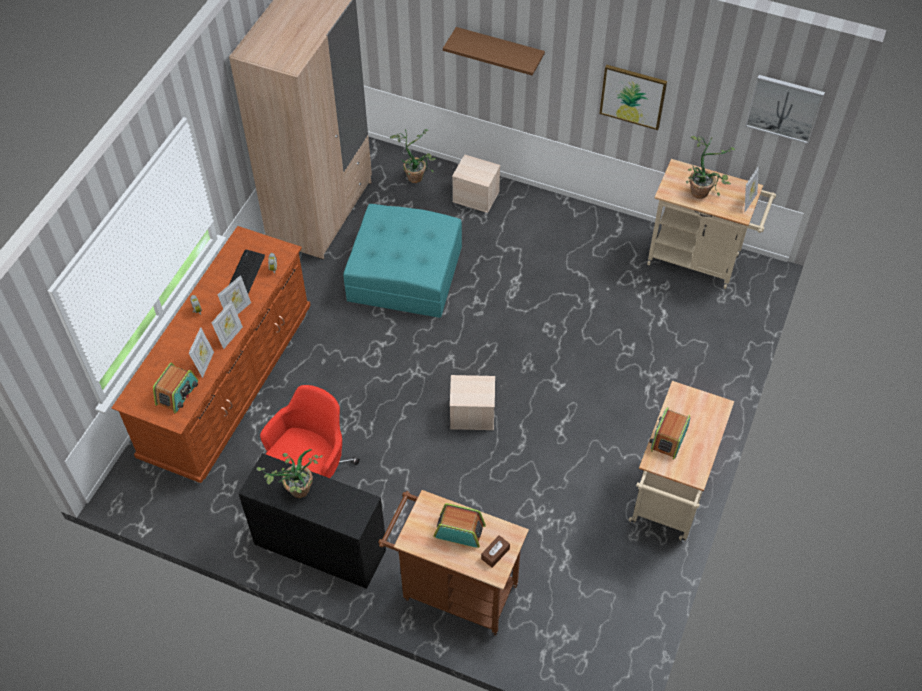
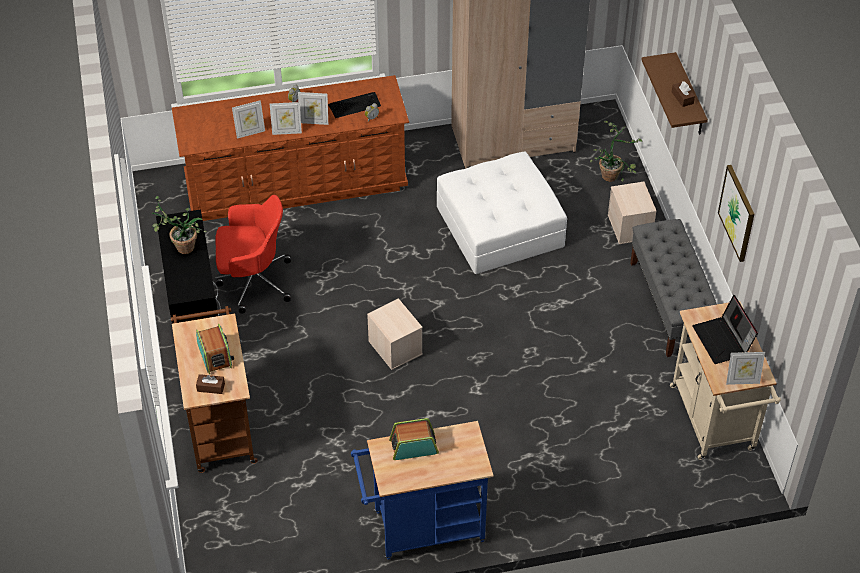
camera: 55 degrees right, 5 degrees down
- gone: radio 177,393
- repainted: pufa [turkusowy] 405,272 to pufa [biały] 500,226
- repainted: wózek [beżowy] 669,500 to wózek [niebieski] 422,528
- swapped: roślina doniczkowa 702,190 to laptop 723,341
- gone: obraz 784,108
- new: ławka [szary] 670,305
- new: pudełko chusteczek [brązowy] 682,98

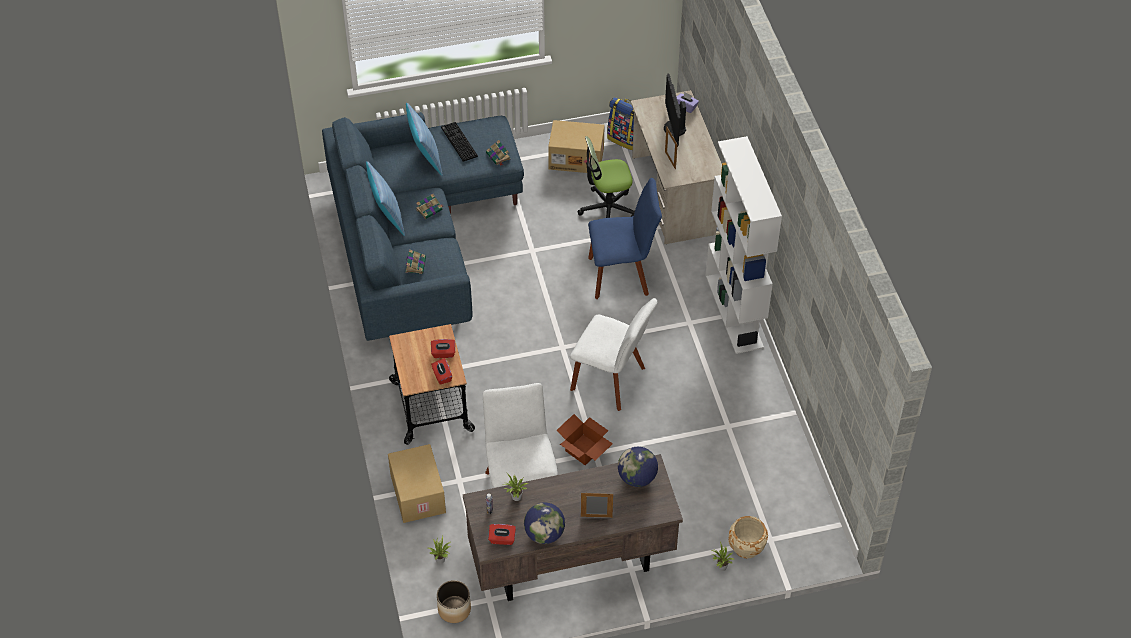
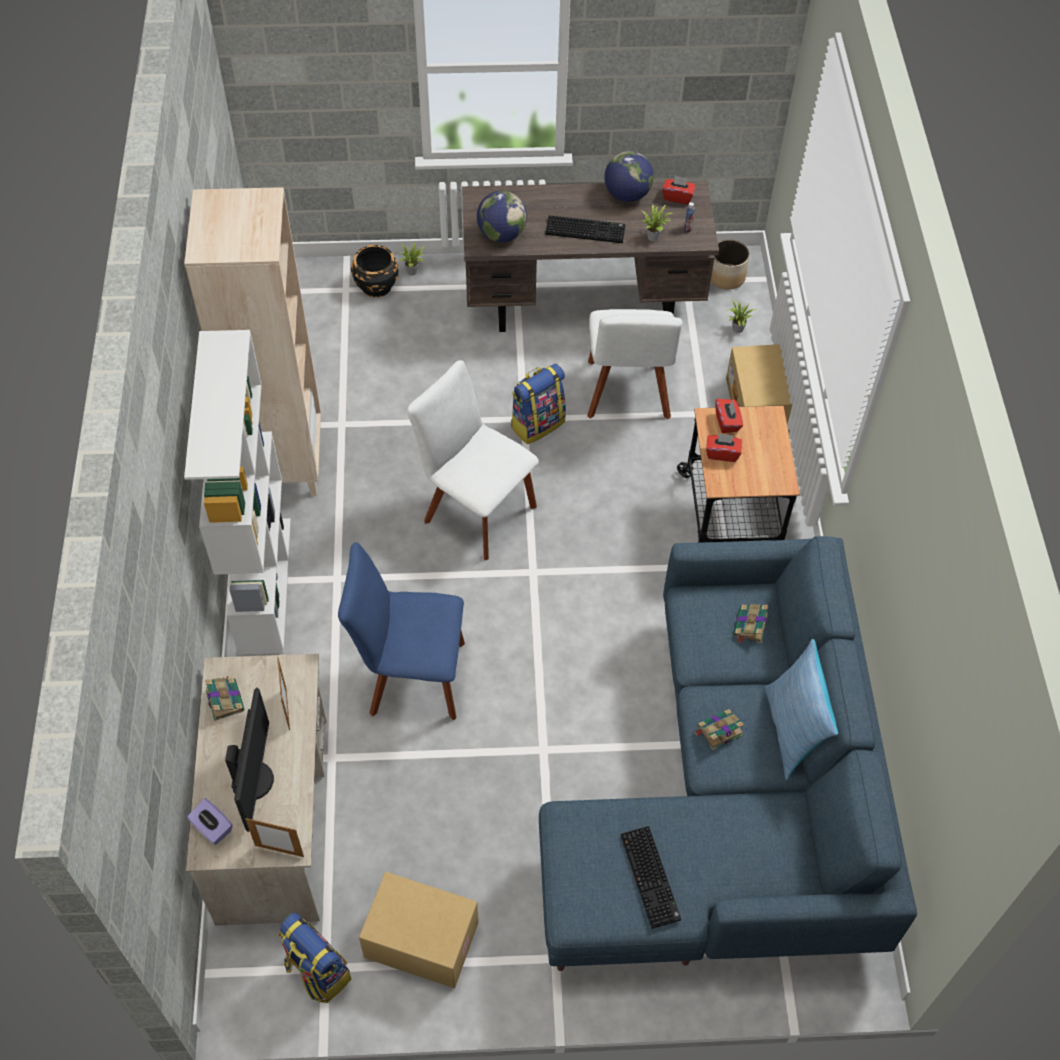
camera: 170 degrees left, 5 degrees up
- gone: poduszka 425,158
- shifted: książka 498,156 to 224,699
- swapped: karton 584,450 to plecak 537,423
- gone: krzesło biurowe 607,209
- shifted: ramka na zdjęcie 596,517 to 279,851
- repainted: donica [beżowy] 746,547 to donica [czarny] 376,286
- new: regał [beżowy] 283,463
- new: klawiatura 586,229

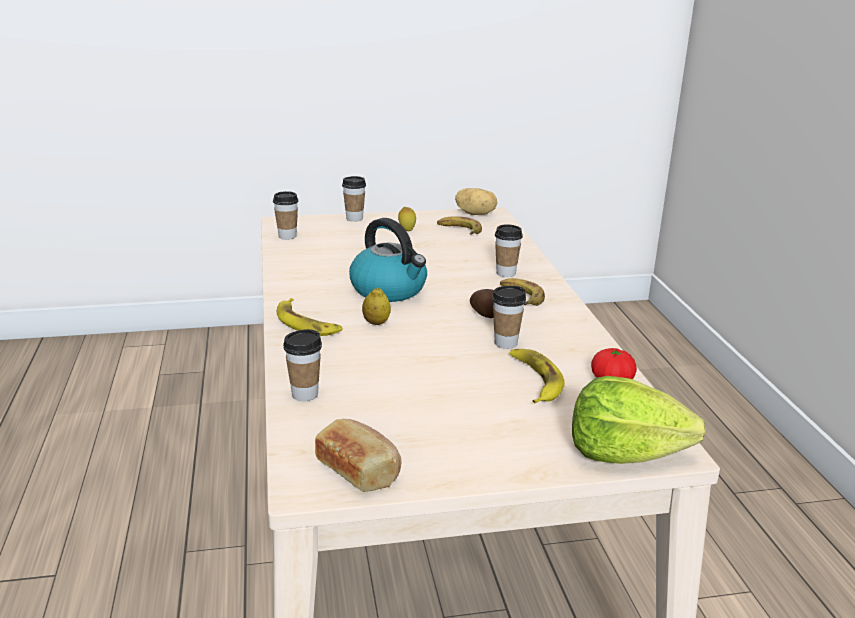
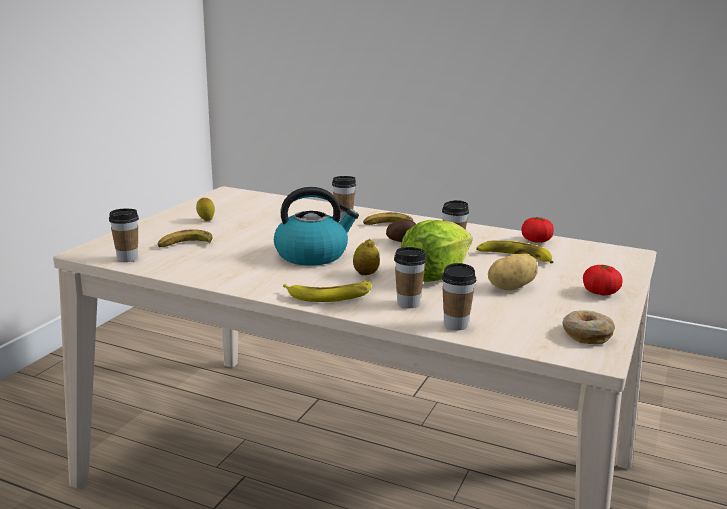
camera: 55 degrees left, 5 degrees down
- swapped: chleb 359,470 to donut 586,334
- shifted: filiżanka 354,218 to 408,303
- shifted: banan 459,230 to 185,245
- shifted: ziemniak 476,214 to 510,287
- shifted: sałata 624,453 to 435,274
- new: pomidor 600,292

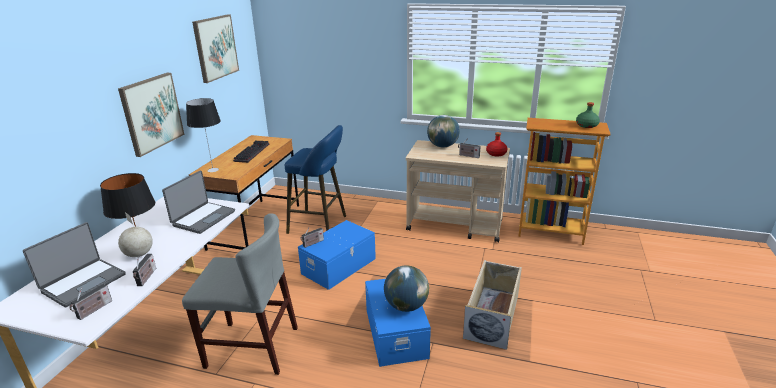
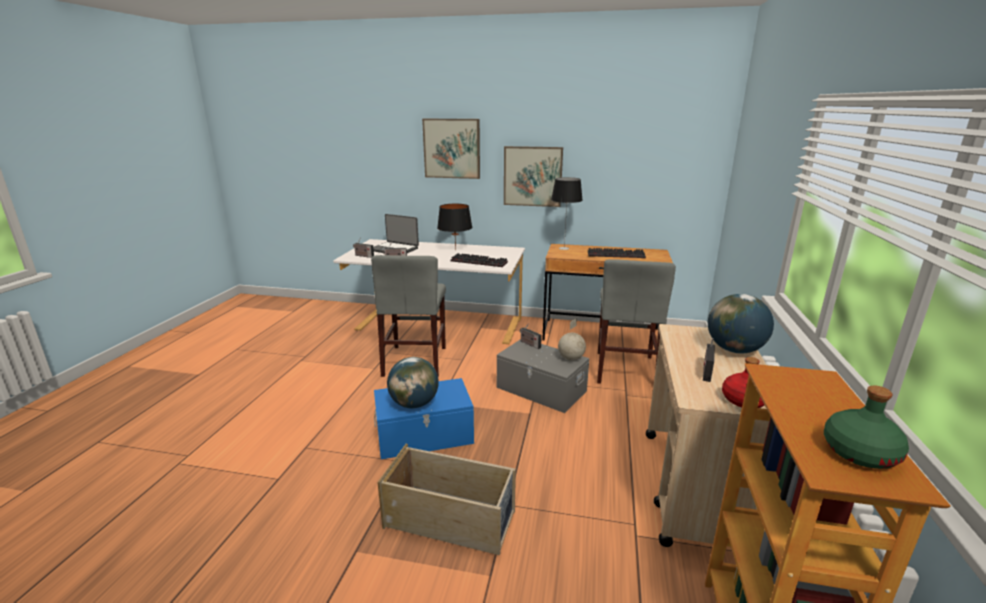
camera: 85 degrees right, 5 degrees down
- shifted: globus 139,255 to 570,358
- swapped: laptop 203,218 to klawiatura 480,262
- shifted: obraz 215,47 to 452,148
- swapped: stołek [niebieski] 320,225 to krzesło [szary] 625,369
- repainted: pojemnik do przechowywania [niebieski] 339,266 to pojemnik do przechowywania [szary] 541,390

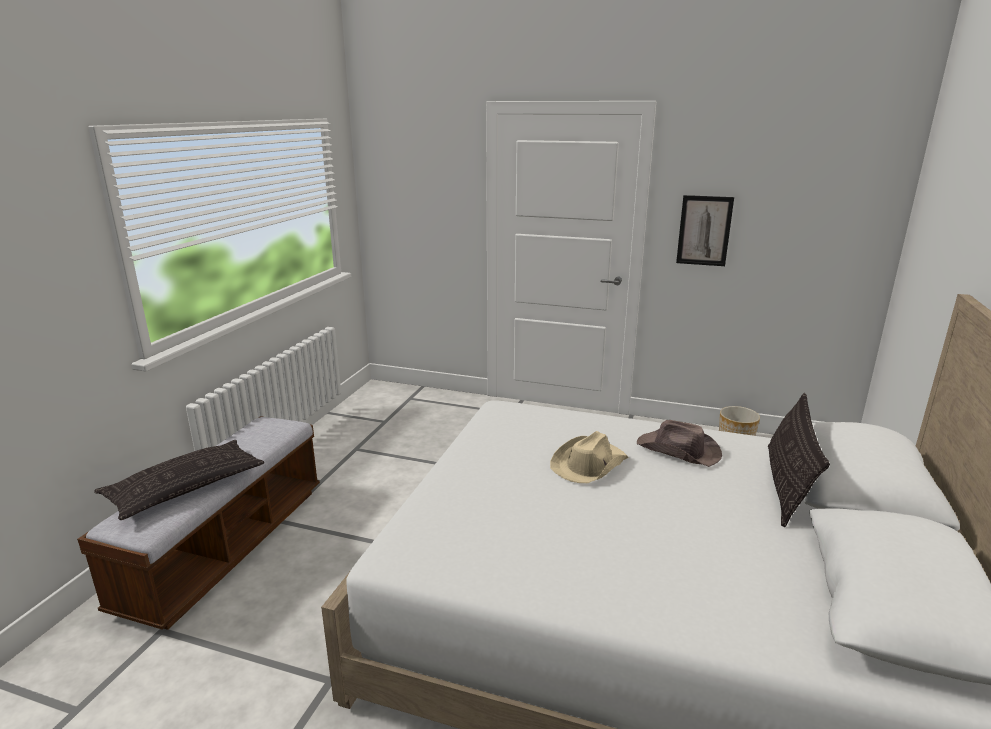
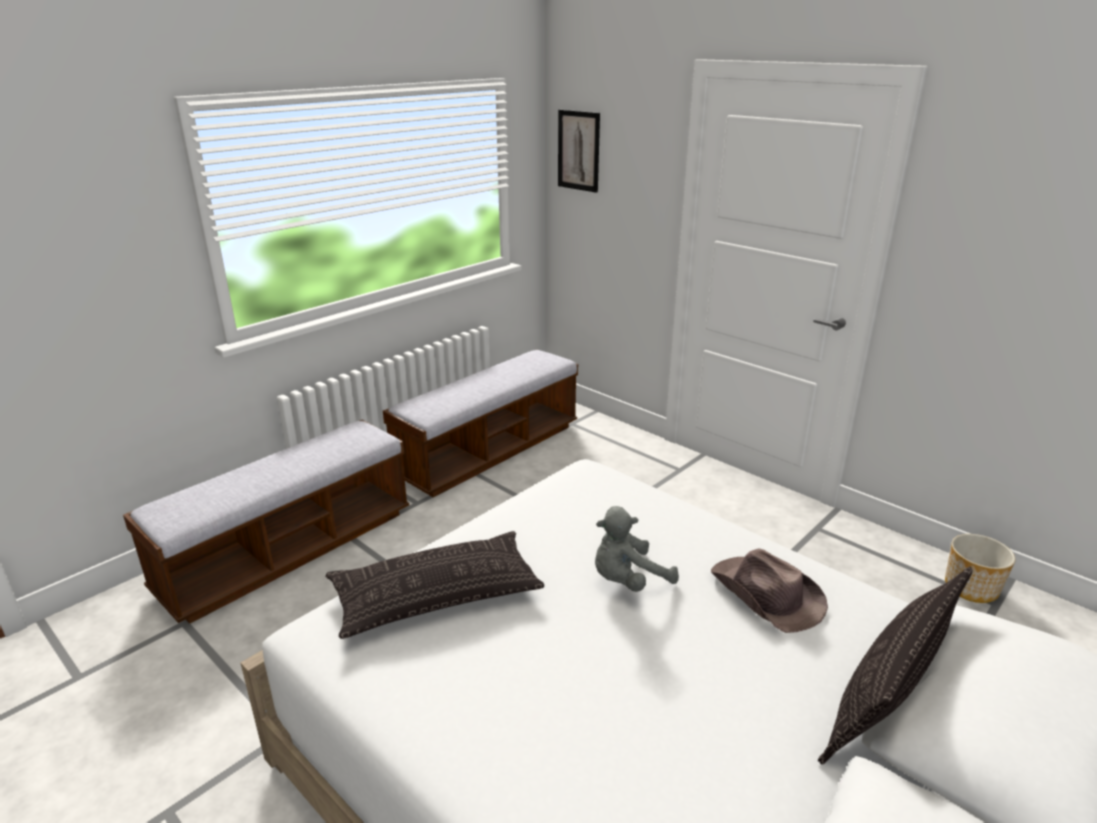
camera: 25 degrees right, 5 degrees up
- shifted: poduszka 185,487 to 435,594
- swapped: kapelusz [beżowy] 588,464 to pluszak [szary] 628,580
- shifted: obraz 704,230 to 578,150
- new: ławka 489,451

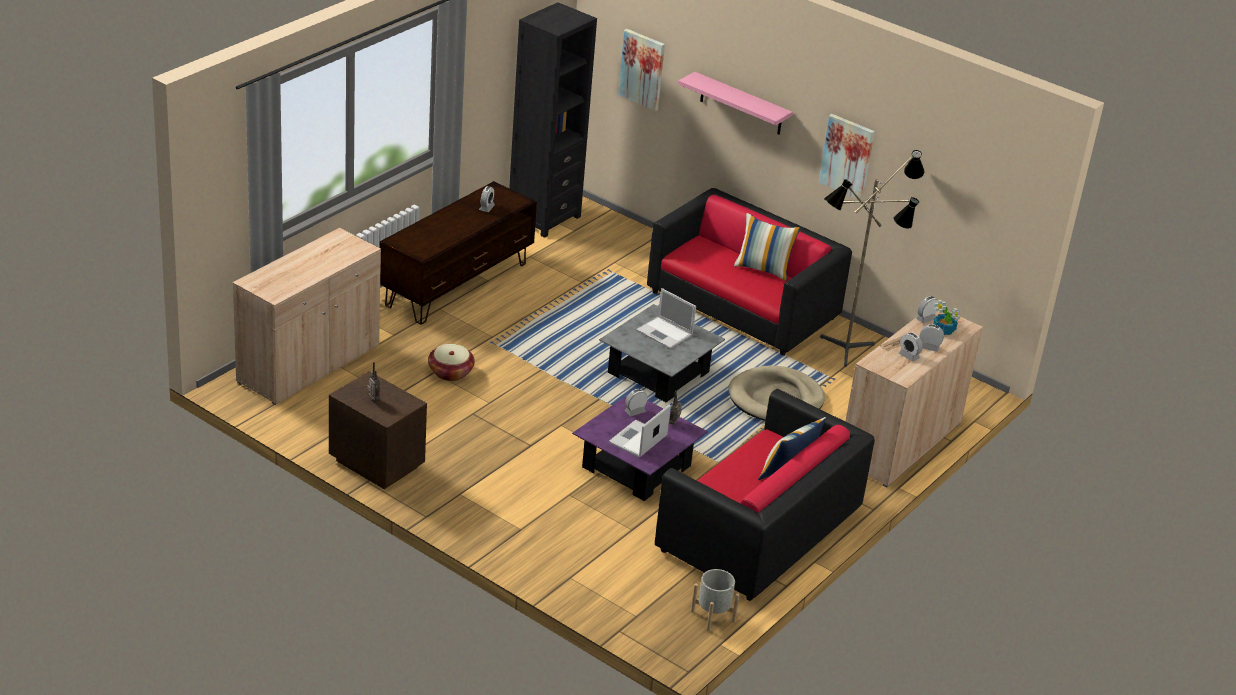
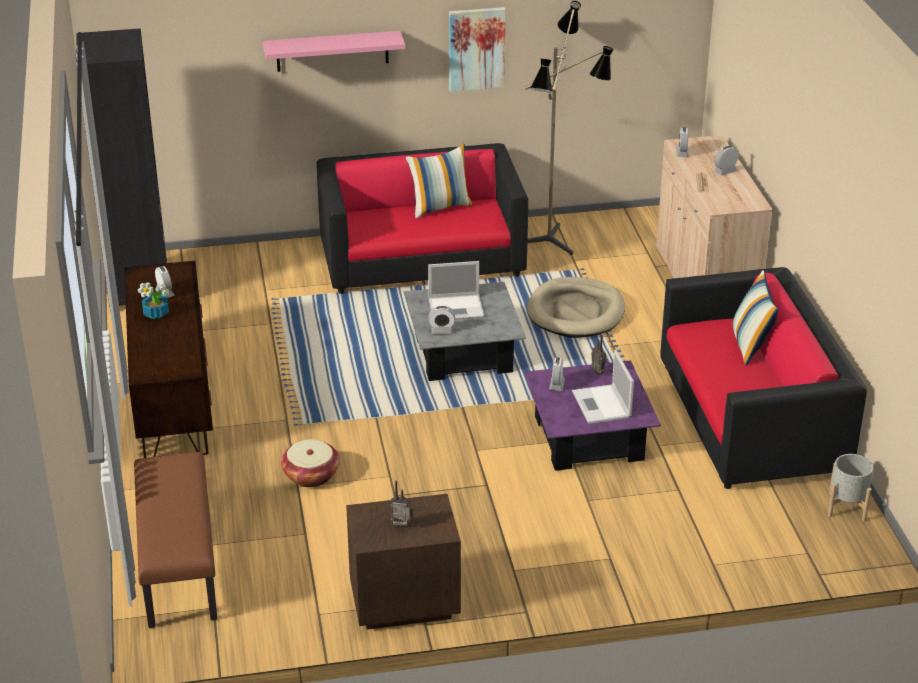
camera: 45 degrees left, 0 degrees up
- swapped: szafka [beżowy] 309,364 to ławka [brązowy] 177,565
- gone: obraz 642,69
- shifted: budzik 908,356 to 441,331
- shifted: roślina doniczkowa 944,330 to 156,313

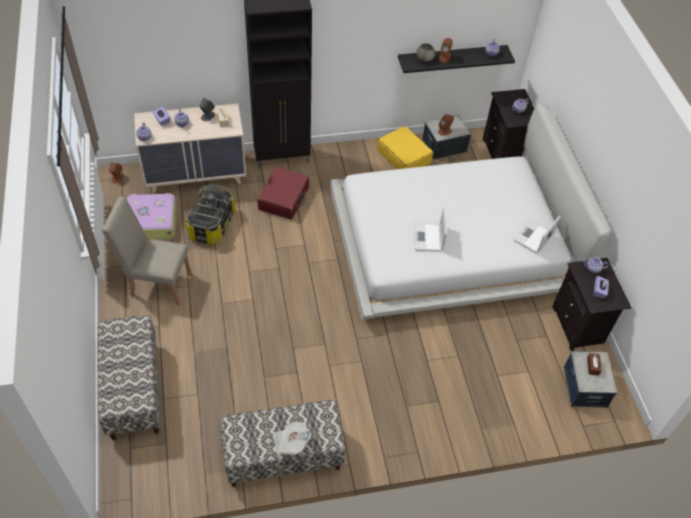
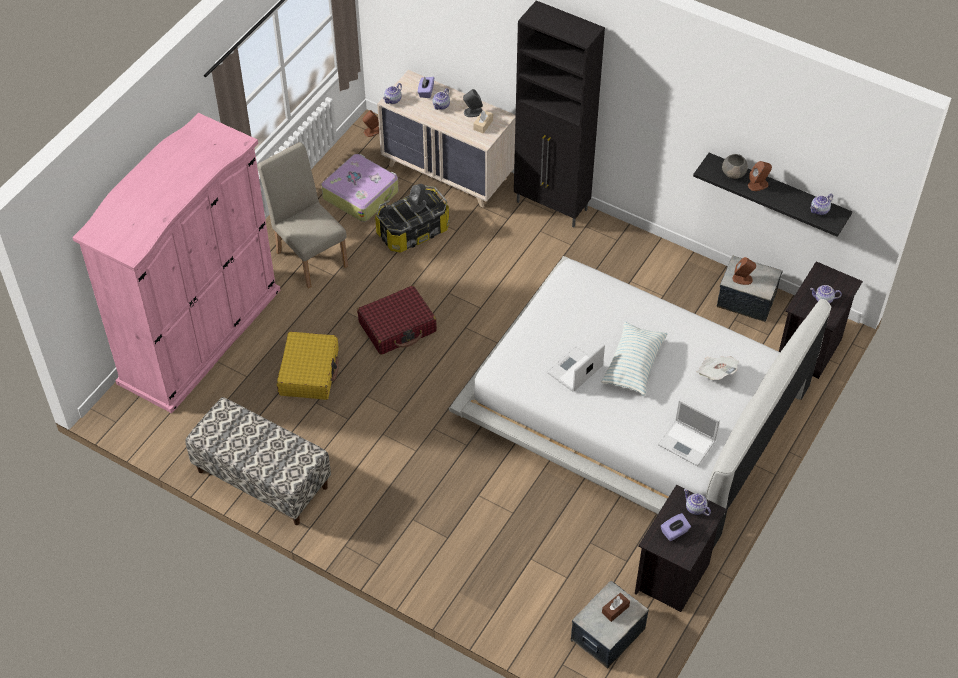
camera: 45 degrees right, 0 degrees up
- swapped: ławka 133,390 to szafa [różowy] 200,336
- shifted: walizka [czerwony] 284,198 to 397,327
- shifted: gazeta 290,442 to 716,373
- shifted: walizka [żółty] 403,156 to 309,372
- rotated: laptop 533,237 = 687,443 135 degrees counterclockwise
- new: poduszka 633,365

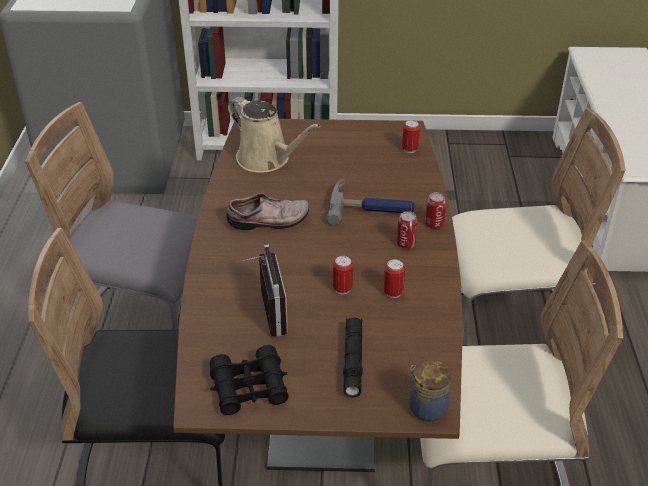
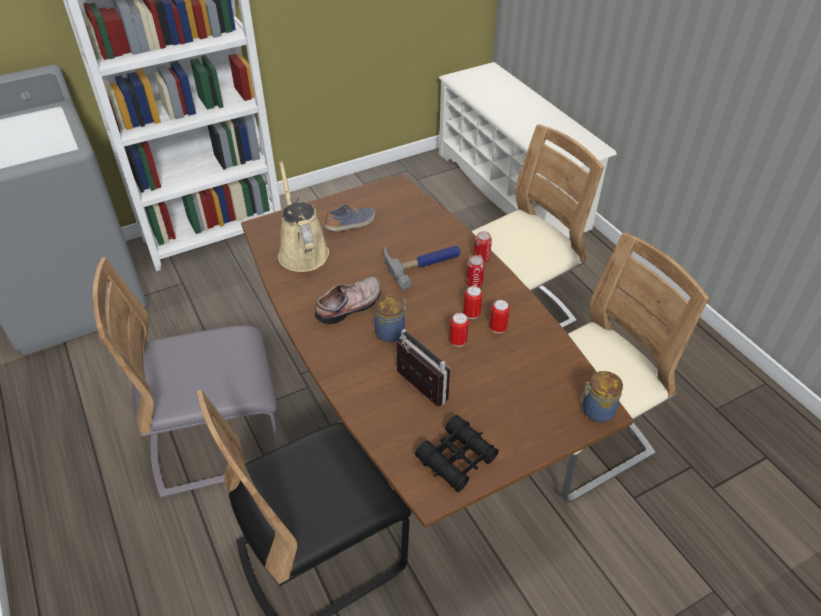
camera: 30 degrees left, 5 degrees up
- rotated: konewka [beżowy] 267,159 = 302,251 120 degrees counterclockwise
- gone: latarka [czarny] 353,361
- shifted: puszka 409,149 to 472,314
- new: but 351,225
- new: słoik 391,332

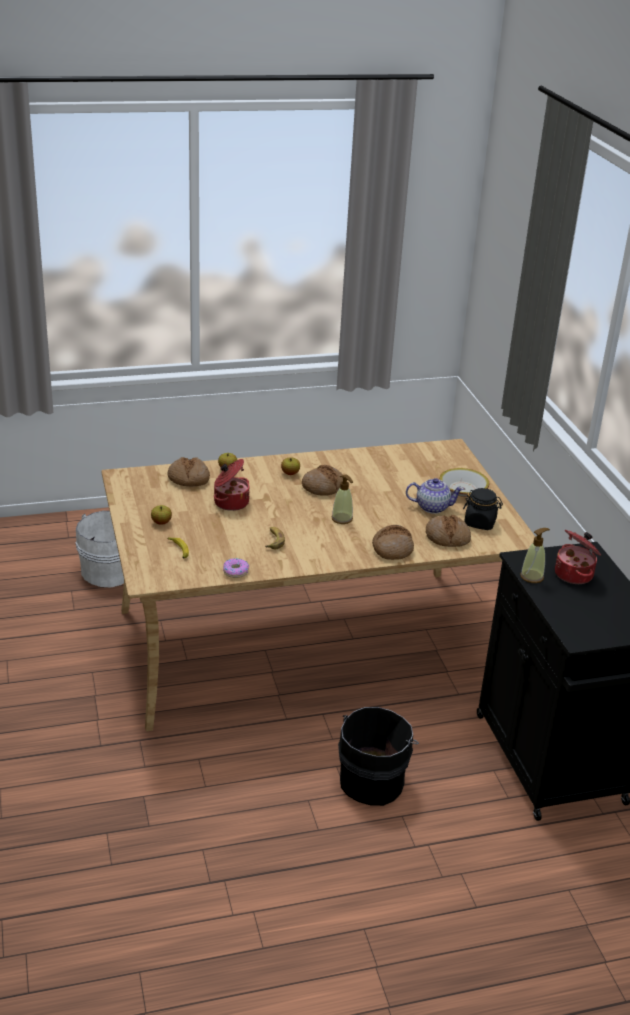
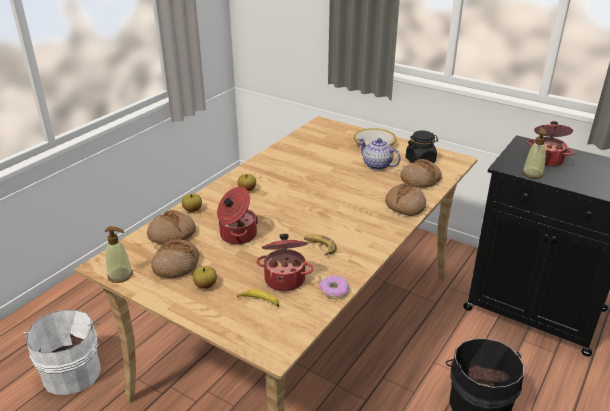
camera: 40 degrees left, 0 degrees up
- shifted: chleb 323,487 to 176,265
- shifted: dozownik mydła 342,519 to 120,275
- rotated: imbryk 432,507 = 377,165 105 degrees counterclockwise
- new: garnek 285,279

